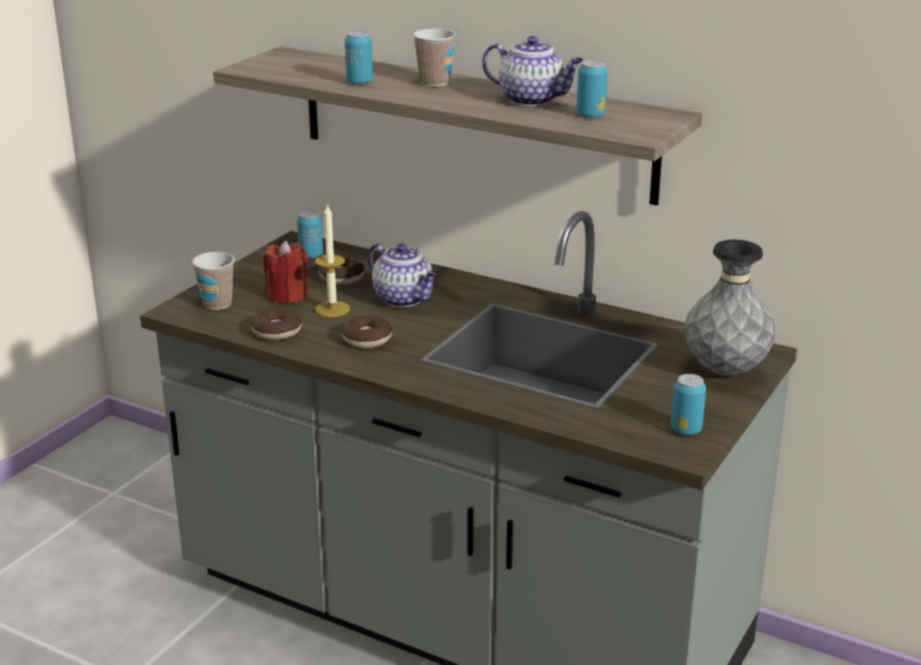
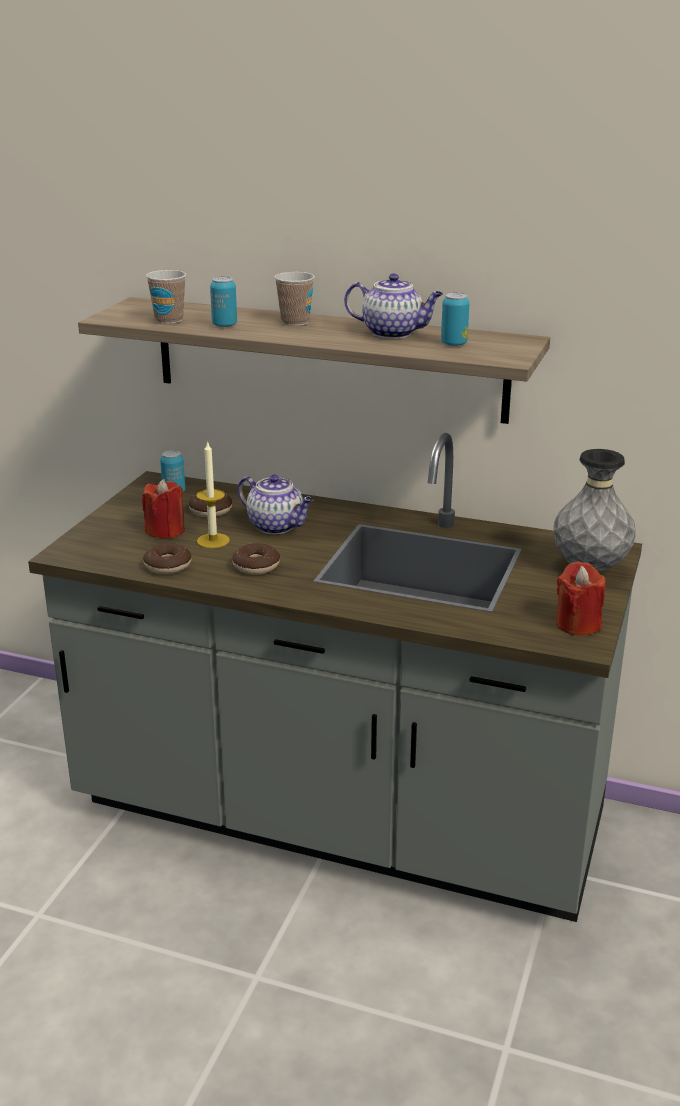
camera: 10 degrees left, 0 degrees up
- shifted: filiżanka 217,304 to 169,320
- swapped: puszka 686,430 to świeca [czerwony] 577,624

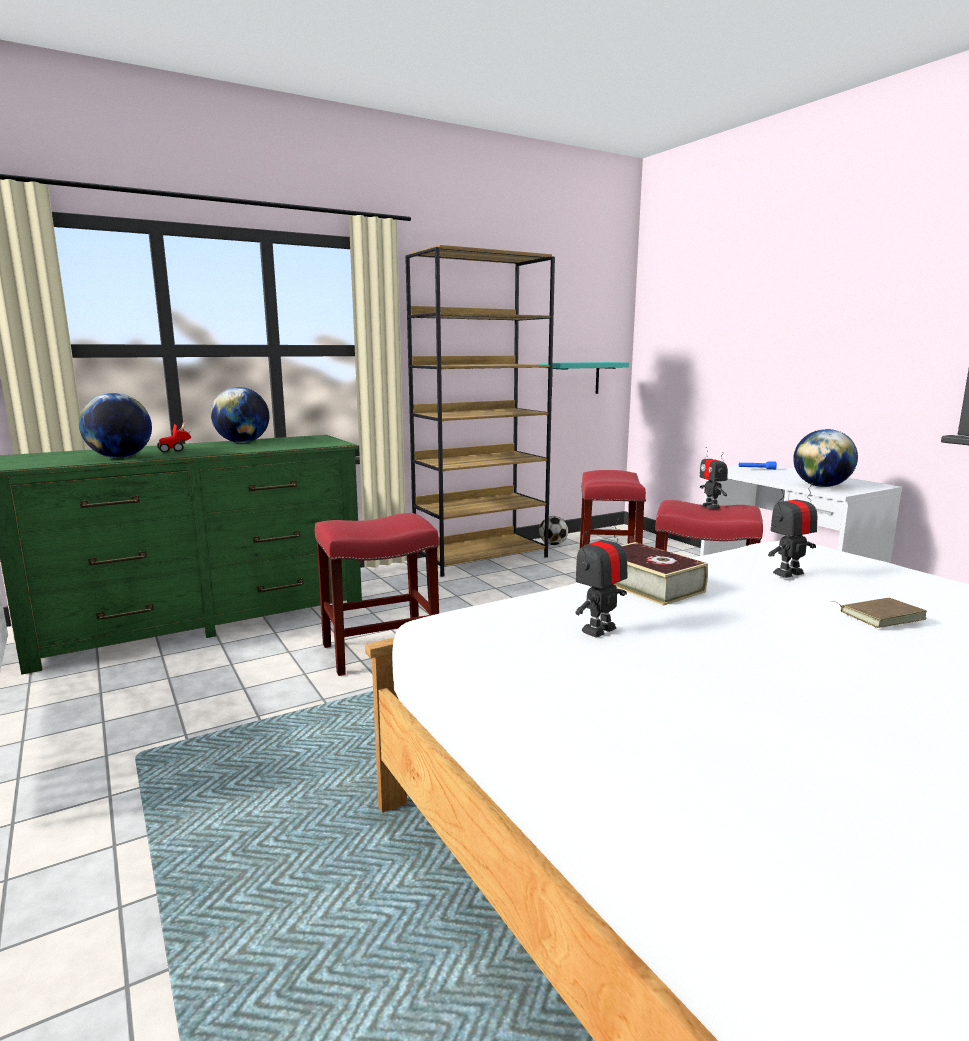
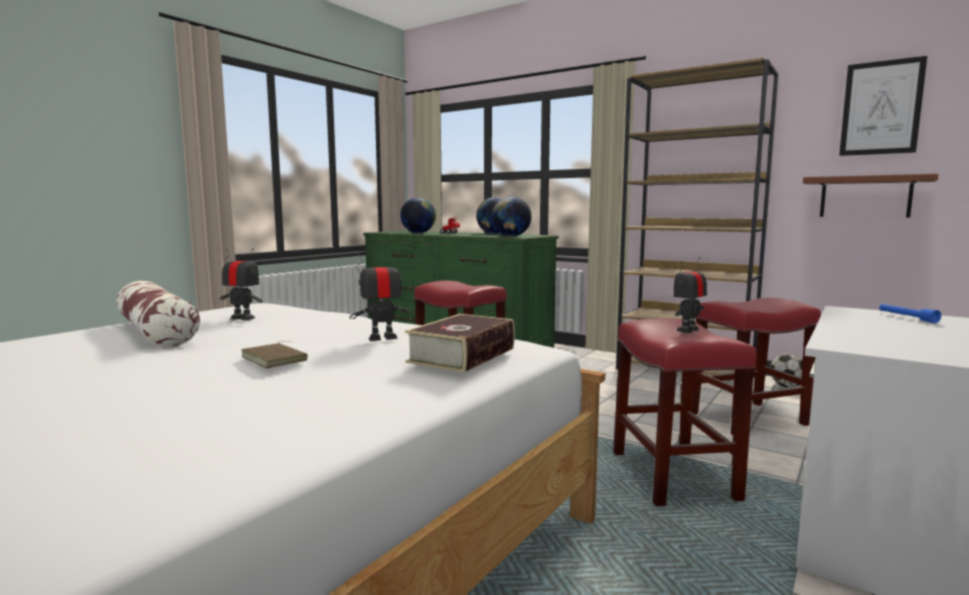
camera: 65 degrees right, 5 degrees down
- repainted: półka [turkusowy] 574,378 to półka [brązowy] 865,197
- shifted: książka 648,585 to 462,355
- rotated: robot zabawkowy 788,573 = 382,338 60 degrees counterclockwise
- shifted: globus 821,486 to 511,236
- new: poduszka 156,332
- new: obraz 881,108

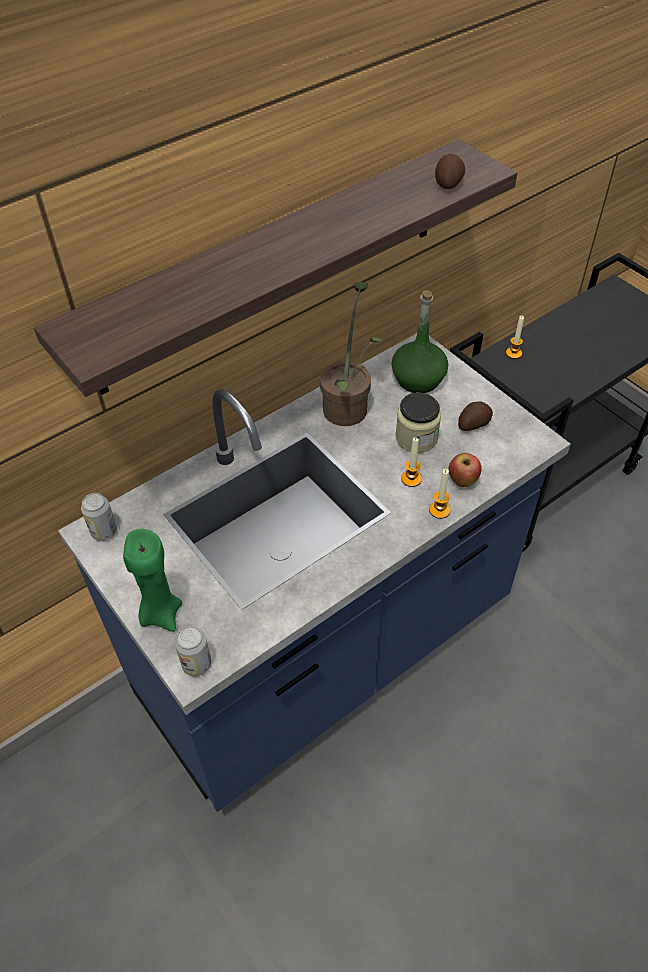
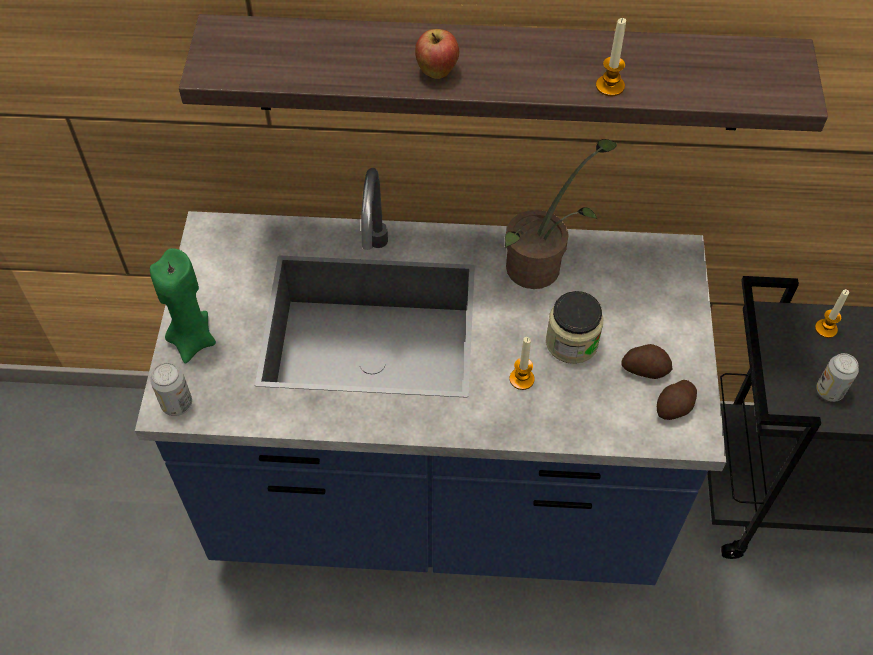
camera: 40 degrees right, 5 degrees up
- shifted: puszka 104,532 to 829,391
- gone: butelka [zielony] 418,379
- shifted: świeca 439,510 to 610,86
- shifted: ziemniak 448,182 to 675,407
- shifted: jabłko 462,481 to 437,72

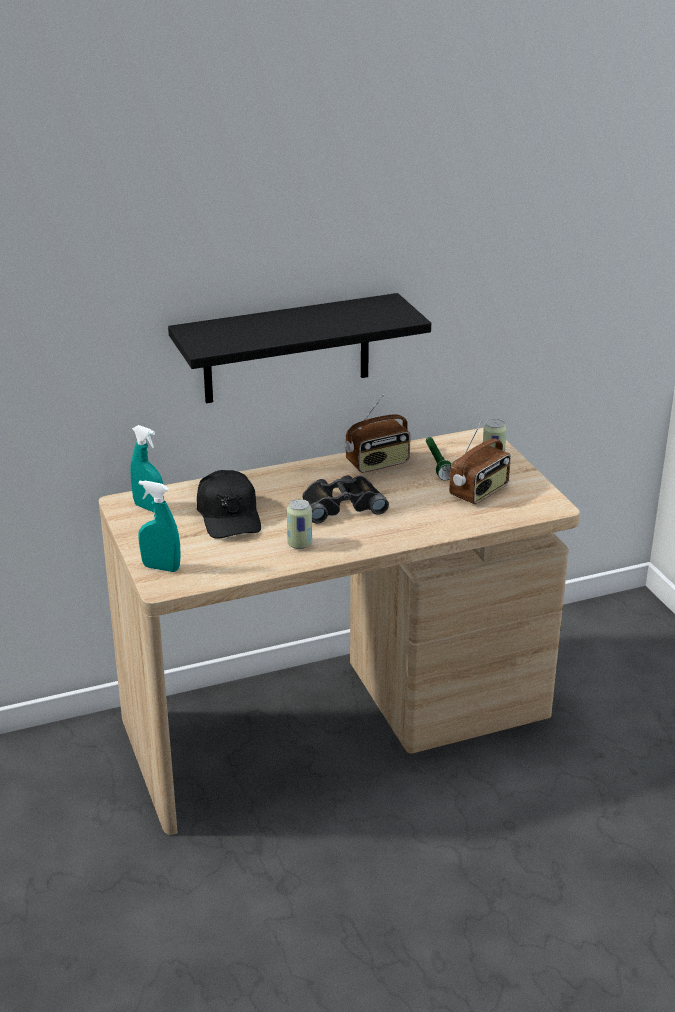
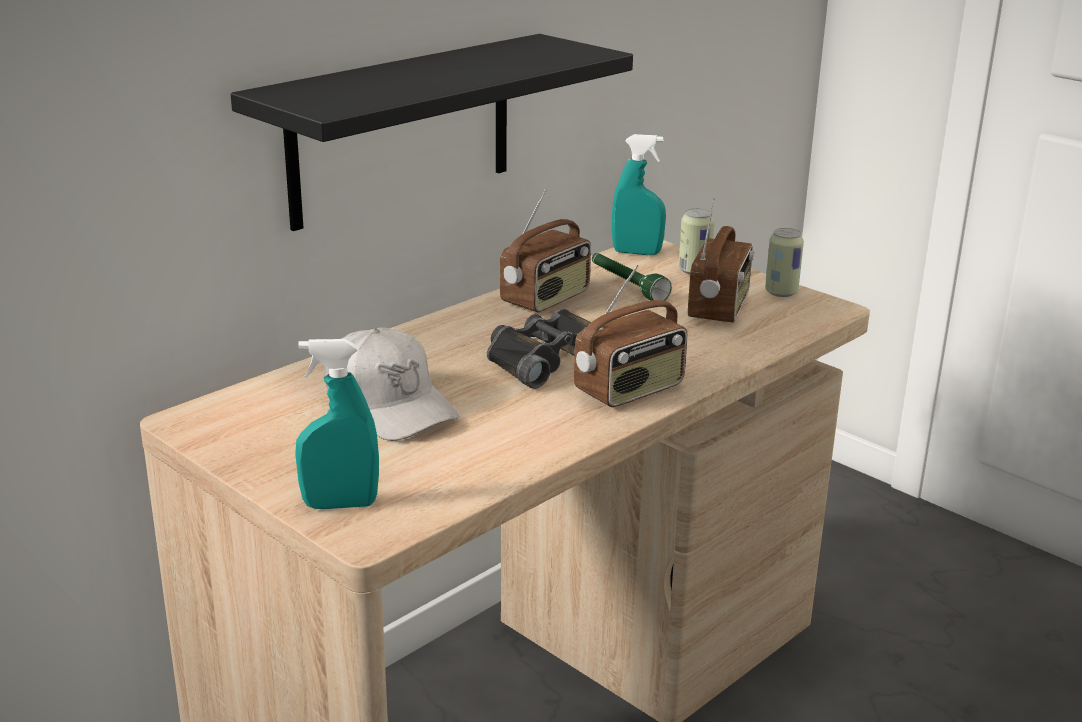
camera: 25 degrees left, 5 degrees down
- shifted: spryskiwacz [turkusowy] 149,508 to 636,252
- repainted: czapka z daszkiem [czarny] 229,516 to czapka z daszkiem [biały] 389,405
- shifted: puszka 299,544 to 781,292
- new: radio 630,390

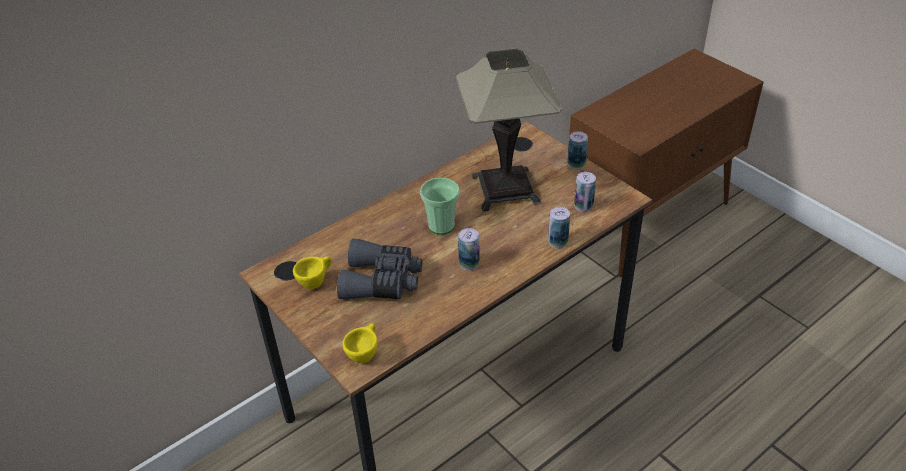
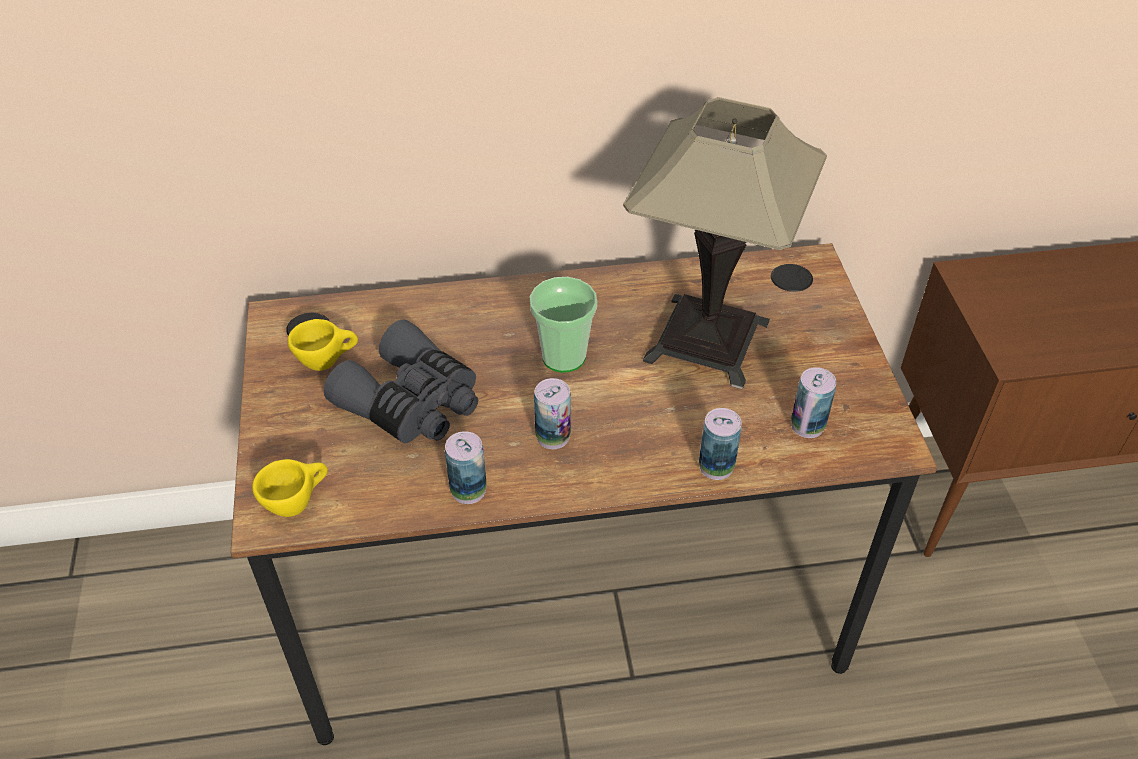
camera: 30 degrees right, 5 degrees up
- shifted: puszka 576,165 to 468,490

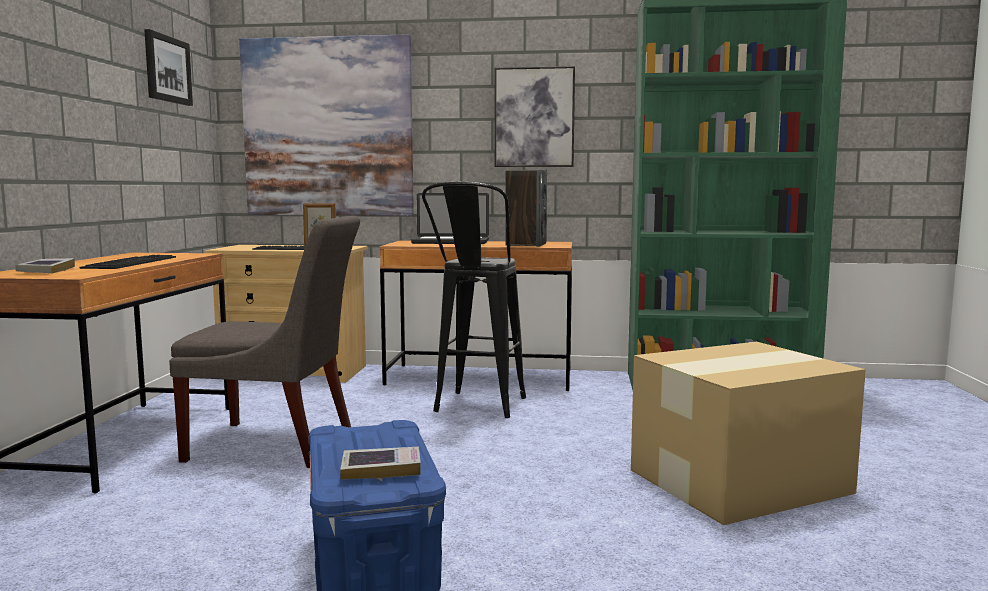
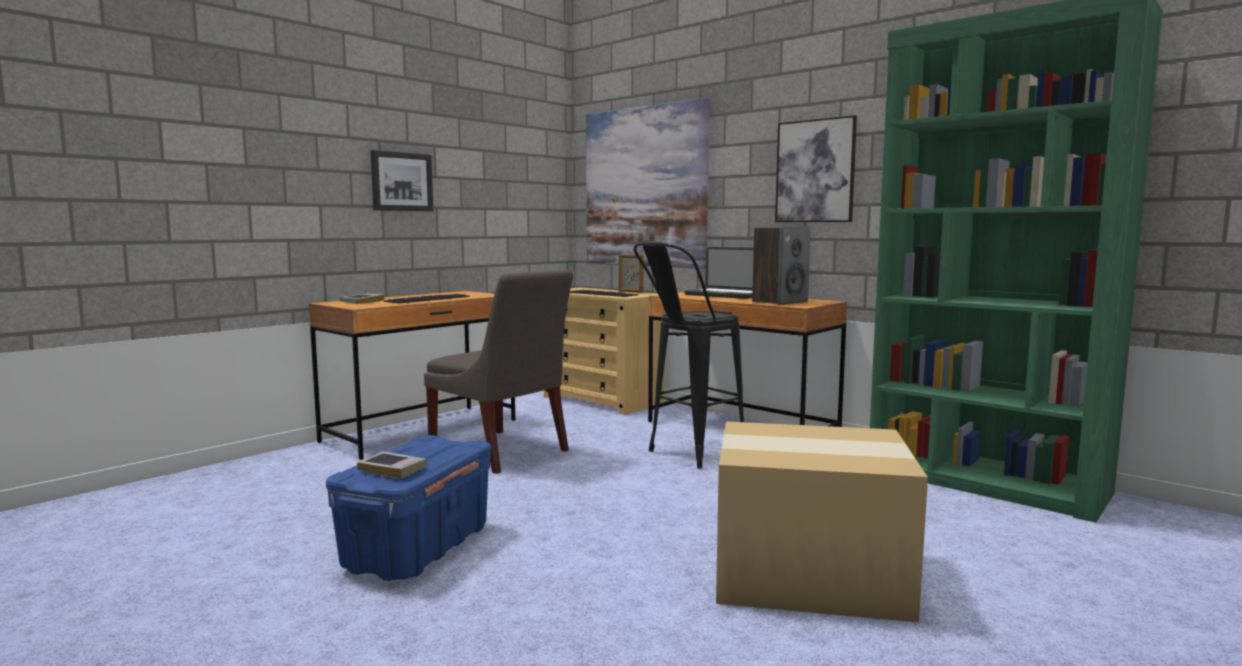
camera: 35 degrees right, 0 degrees up
- shifted: obraz 167,69 to 401,182

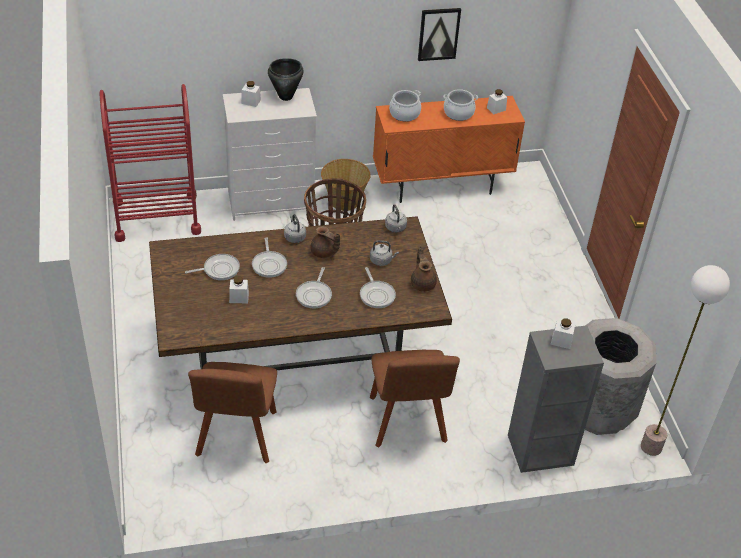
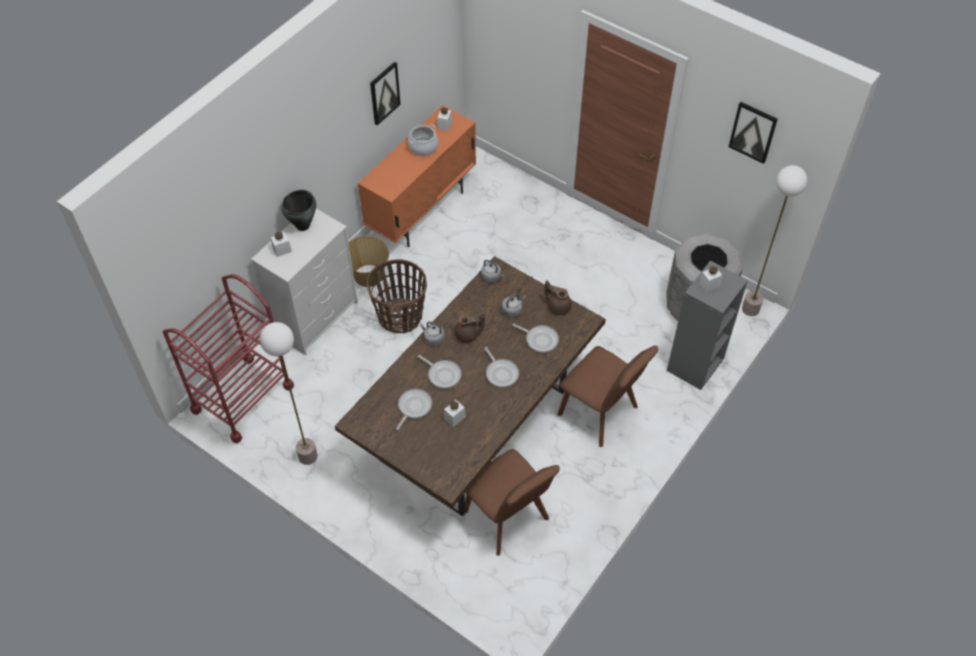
camera: 40 degrees left, 10 degrees up
- gone: garnek 404,114
- new: lampa stojąca 307,456
- new: obraz 753,132

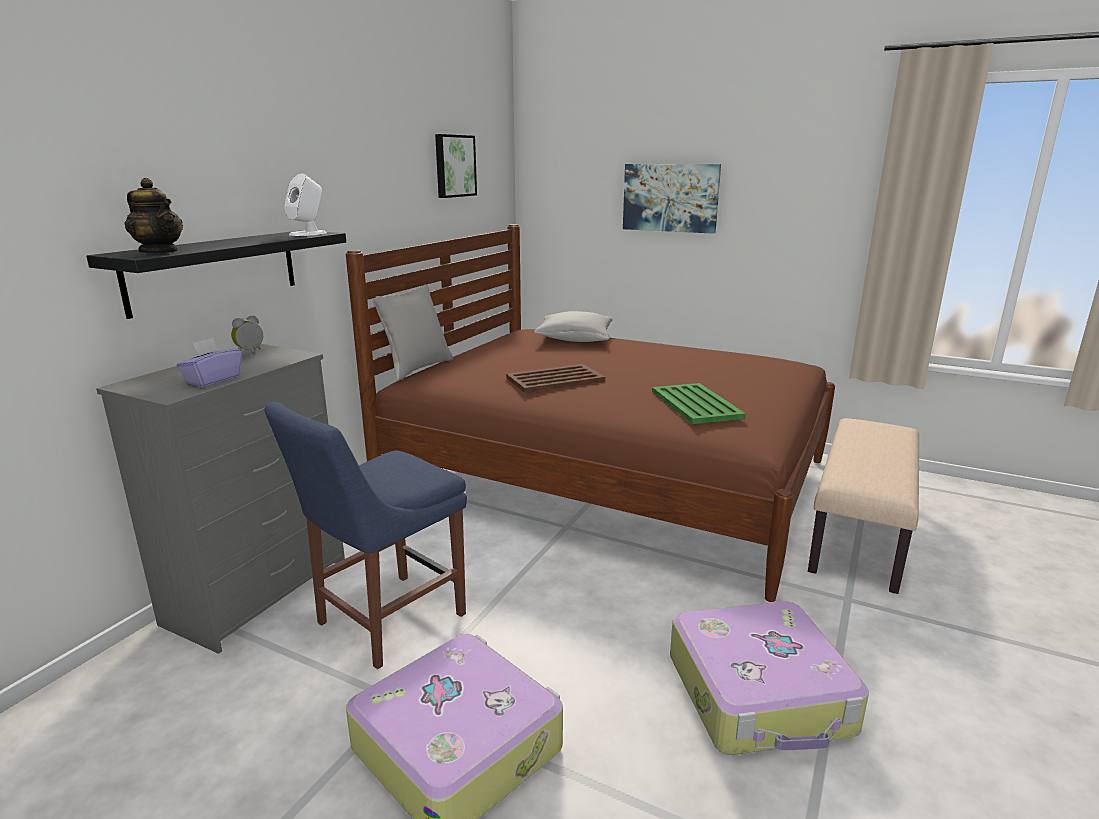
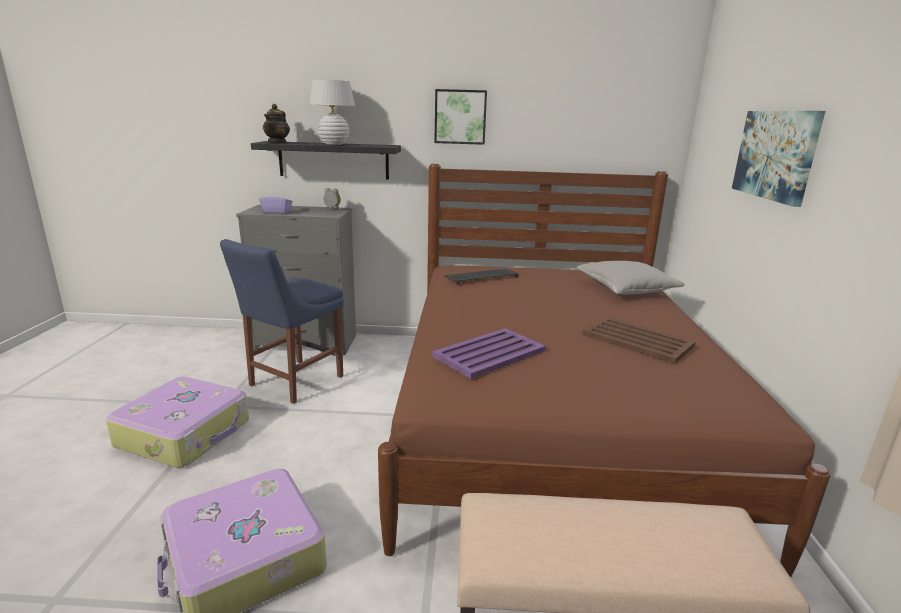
camera: 65 degrees right, 0 degrees up
- rotated: krzesło [niebieski] 385,621 = 292,382 75 degrees counterclockwise
- gone: głośnik [biały] 308,234
- gone: poduszka [szary] 417,368
- shifted: obraz 454,166 to 460,117
- shifted: taca [brązowy] 556,379 to 638,340
- repainted: taca [zielony] 696,405 to taca [fioletowy] 488,353
- new: lampa stołowa [biały] 334,144
- new: klawiatura 481,277

